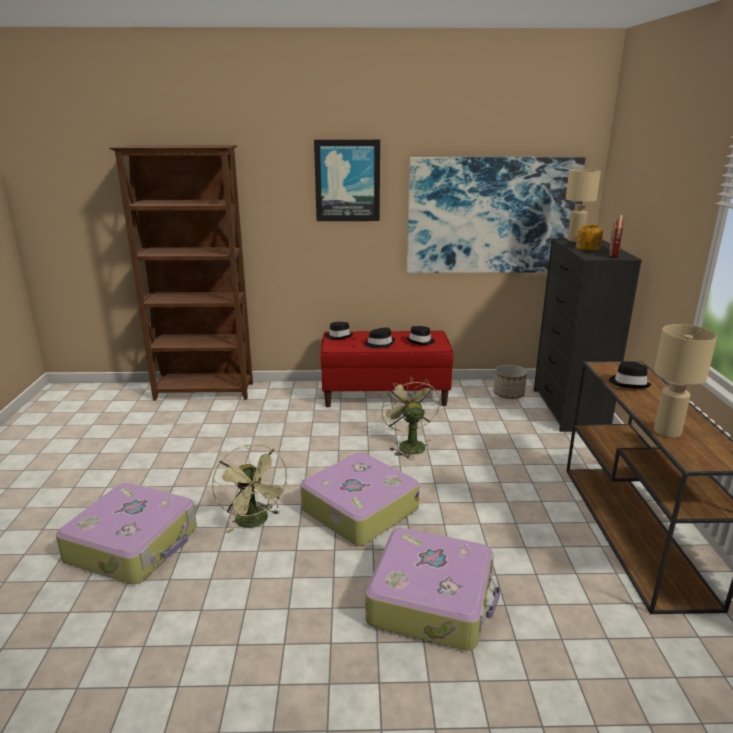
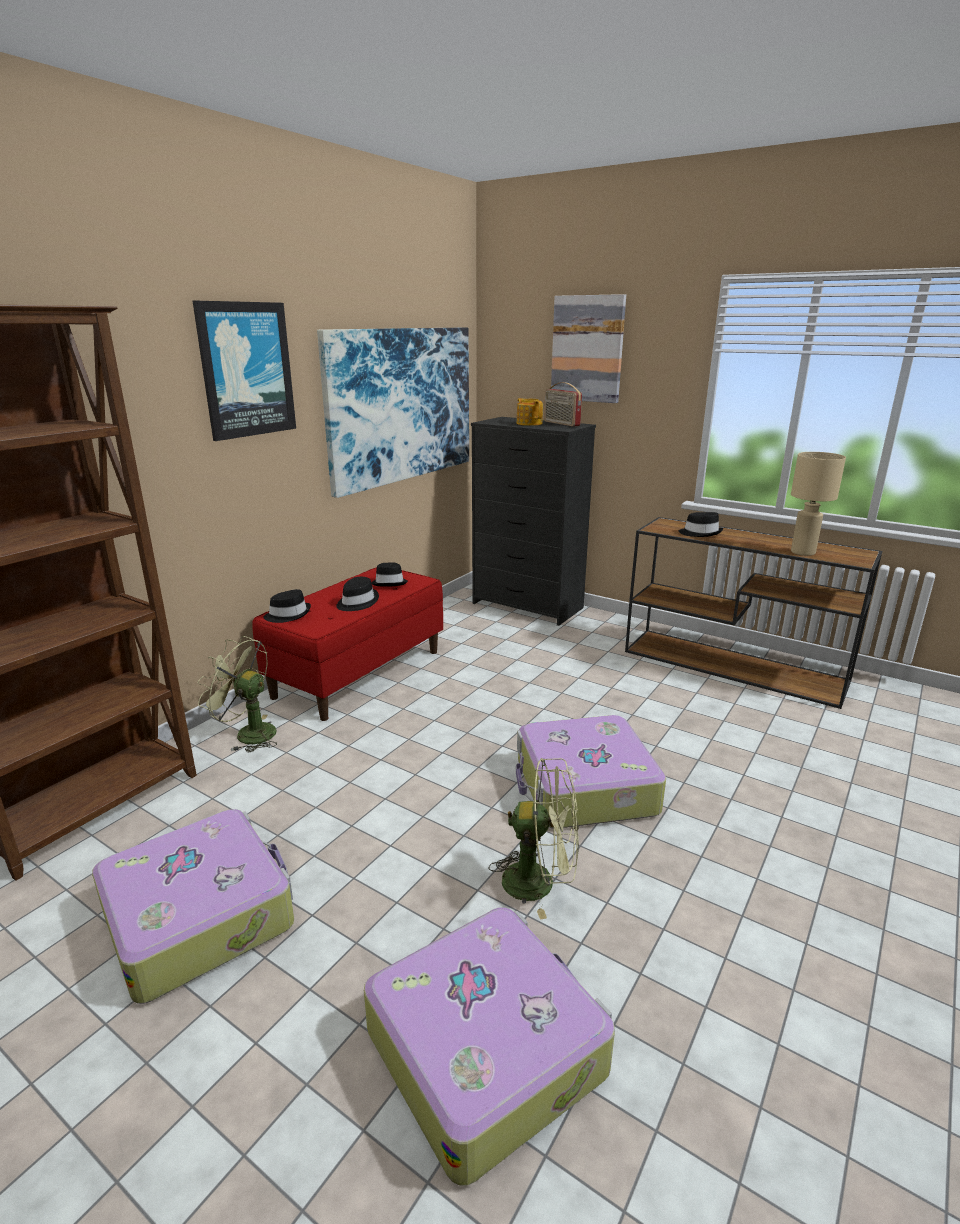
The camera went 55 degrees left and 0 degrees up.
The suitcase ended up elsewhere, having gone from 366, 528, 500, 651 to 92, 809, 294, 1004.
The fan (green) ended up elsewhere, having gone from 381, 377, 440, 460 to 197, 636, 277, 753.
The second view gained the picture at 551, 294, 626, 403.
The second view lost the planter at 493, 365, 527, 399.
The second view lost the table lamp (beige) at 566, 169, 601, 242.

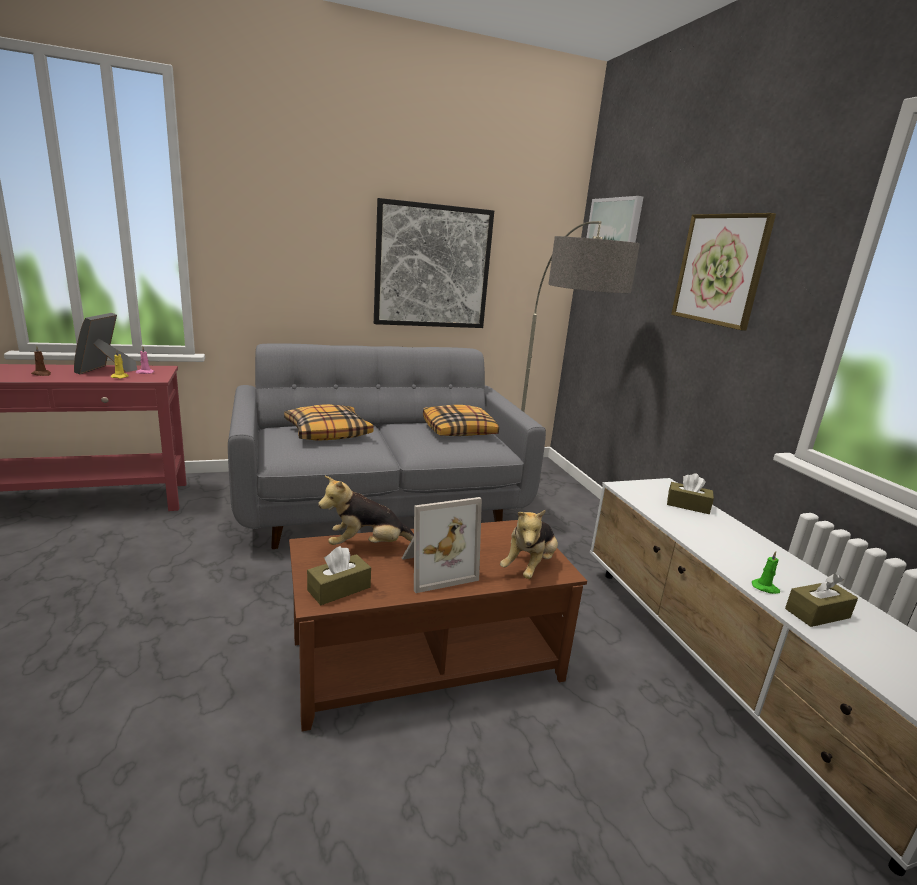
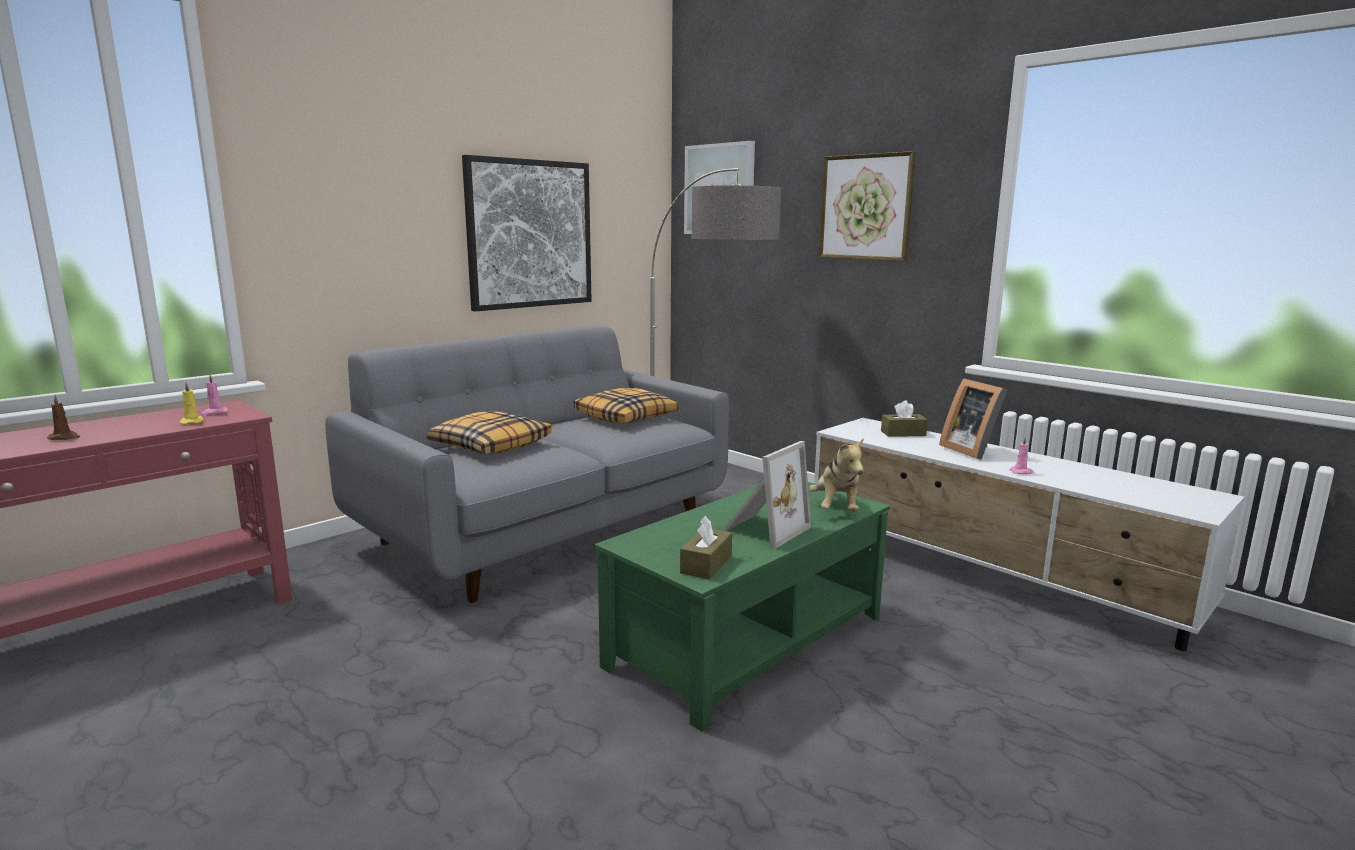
The camera went 25 degrees left and 5 degrees down.
What was the coffee table (brown) at 289, 520, 587, 731 turned into the coffee table (green) at 595, 482, 890, 732.
The picture frame ended up elsewhere, having gone from 74, 313, 137, 375 to 939, 378, 1007, 460.
What was the candle (green) at 752, 551, 780, 594 turned into the candle (pink) at 1009, 436, 1034, 474.
The second view lost the plush toy at 318, 476, 414, 545.
The second view lost the tissue box (brown) at 785, 574, 858, 627.

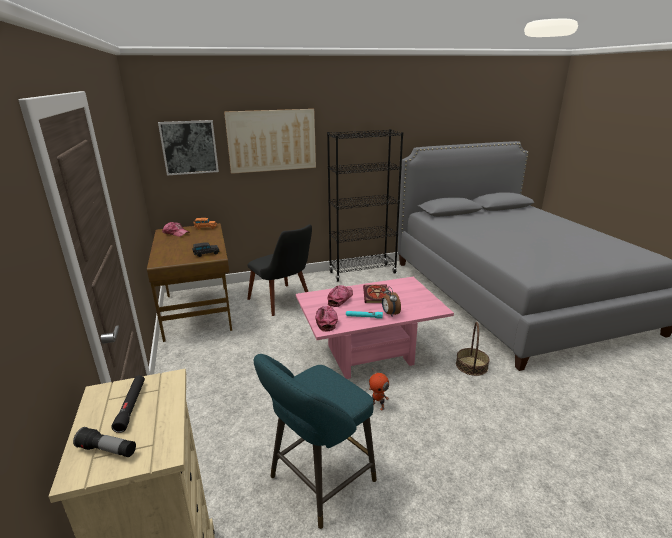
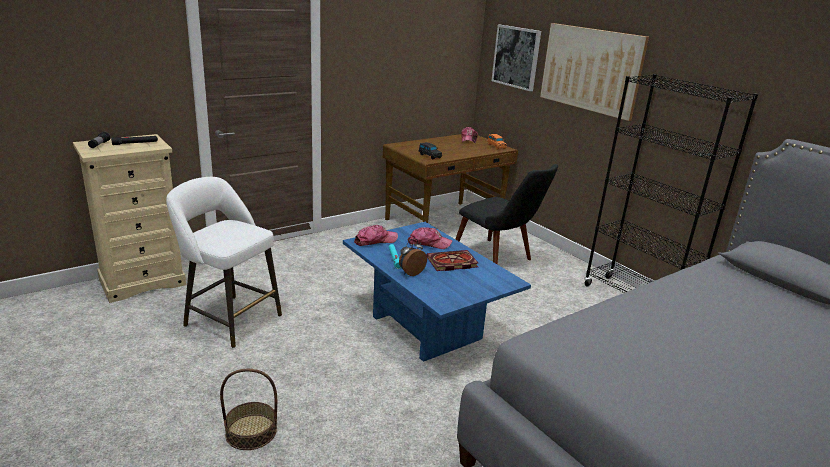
The camera went 70 degrees right and 0 degrees up.
What was the stool (turquoise) at 254, 354, 377, 529 turned into the stool (white) at 166, 177, 282, 348.
The basket ended up elsewhere, having gone from 456, 322, 490, 376 to 220, 369, 277, 450.
What was the coffee table (pink) at 296, 277, 454, 379 turned into the coffee table (blue) at 343, 222, 531, 362.
The chair (black) at 247, 224, 312, 316 ended up facing another way, 75 degrees counterclockwise from before.
The second view lost the toy robot at 369, 368, 389, 411.

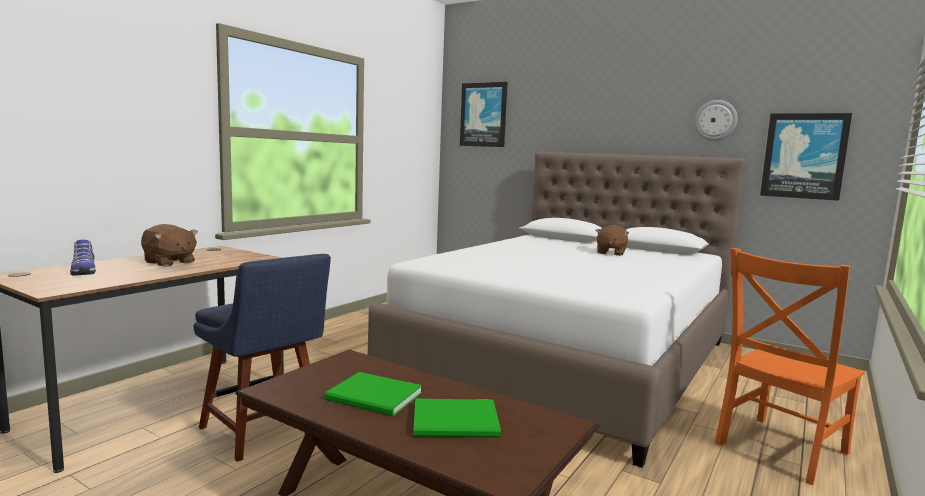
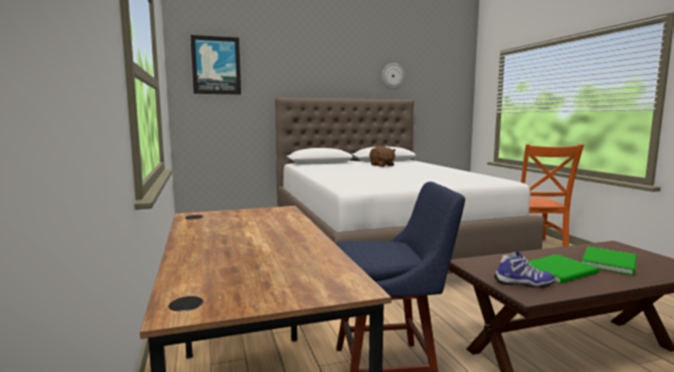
The camera went 50 degrees left and 0 degrees up.
The shoe ended up elsewhere, having gone from 70, 240, 96, 275 to 494, 251, 555, 288.
The second view lost the plush toy (brown) at 141, 224, 198, 267.
The second view lost the picture at 760, 113, 852, 201.

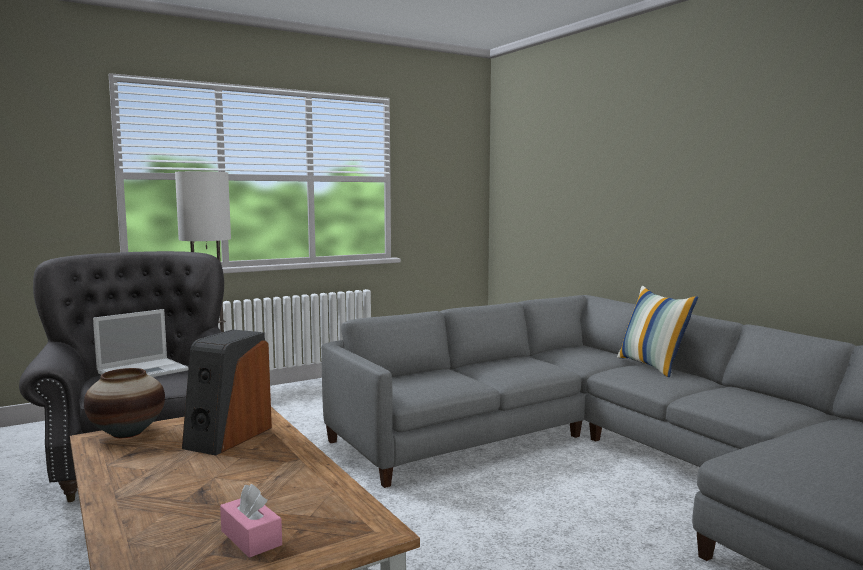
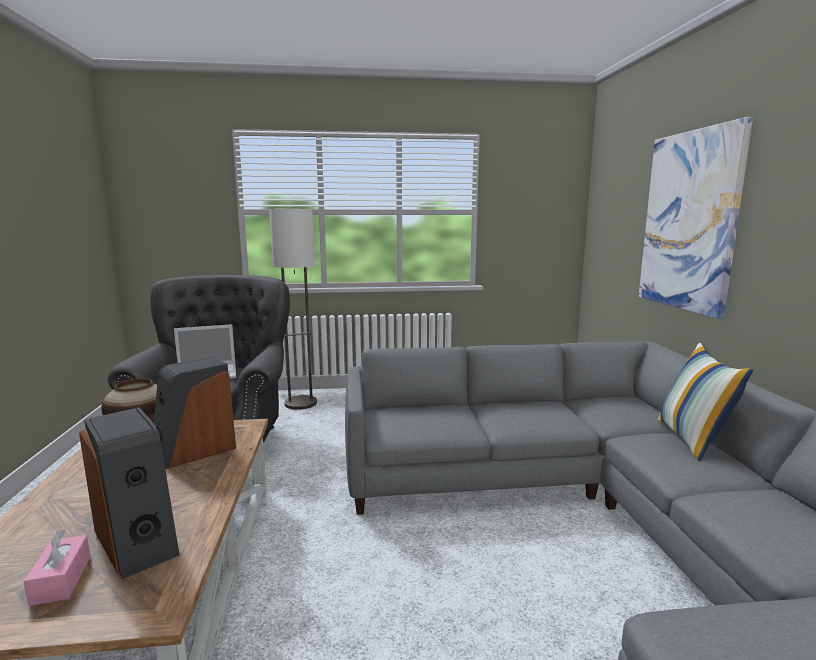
The camera went 25 degrees right and 5 degrees up.
The second view gained the speaker at 79, 407, 180, 579.
The second view gained the picture at 639, 117, 753, 319.

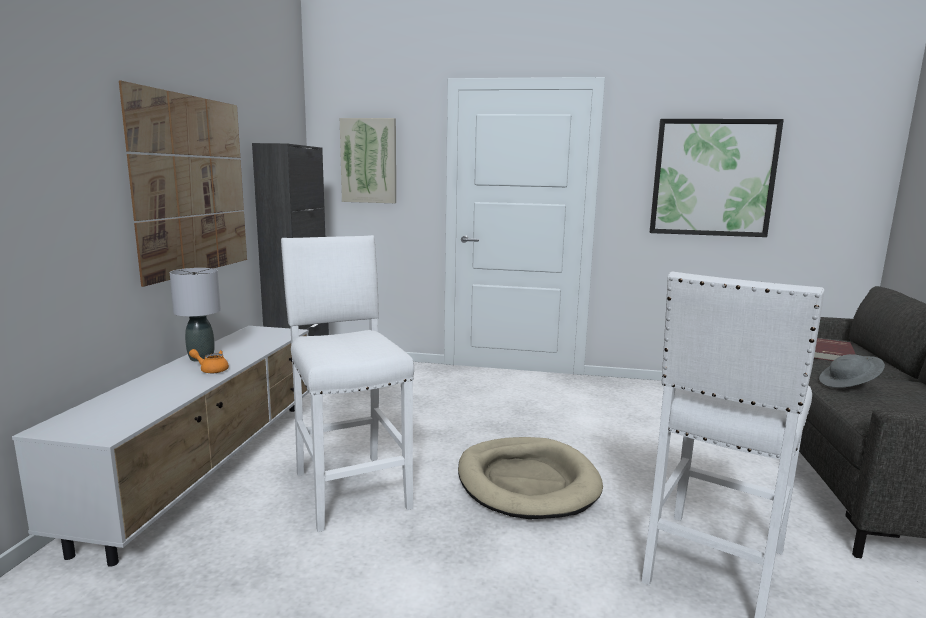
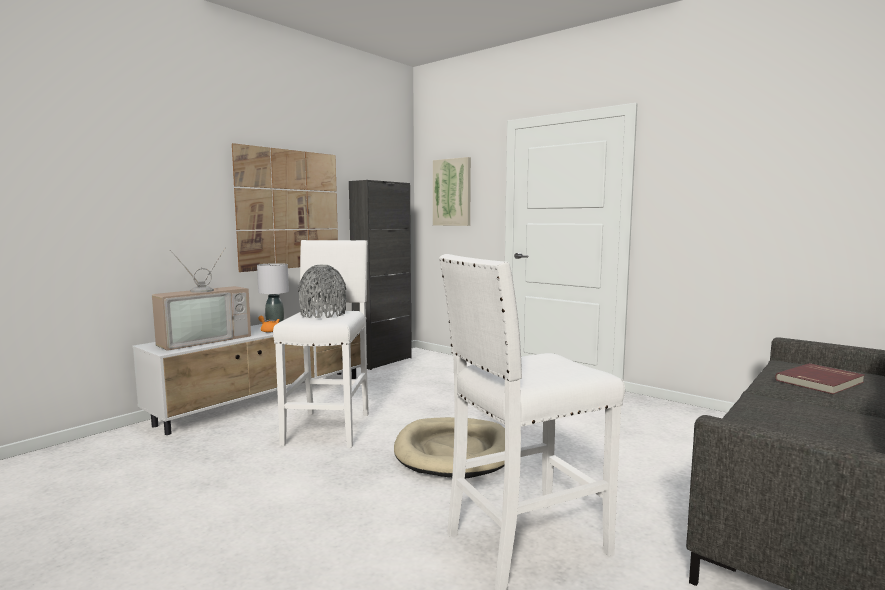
The camera went 30 degrees right and 5 degrees down.
The second view gained the television at 152, 249, 251, 351.
The second view gained the vase (grey) at 298, 265, 346, 318.
The second view lost the picture at 650, 119, 784, 237.
The second view lost the hat (grey) at 819, 354, 885, 388.

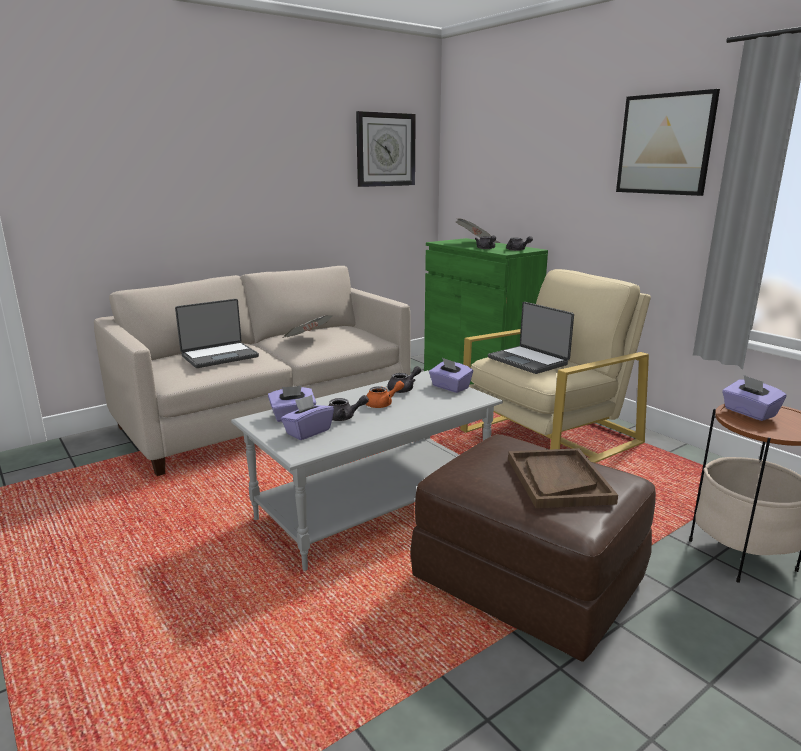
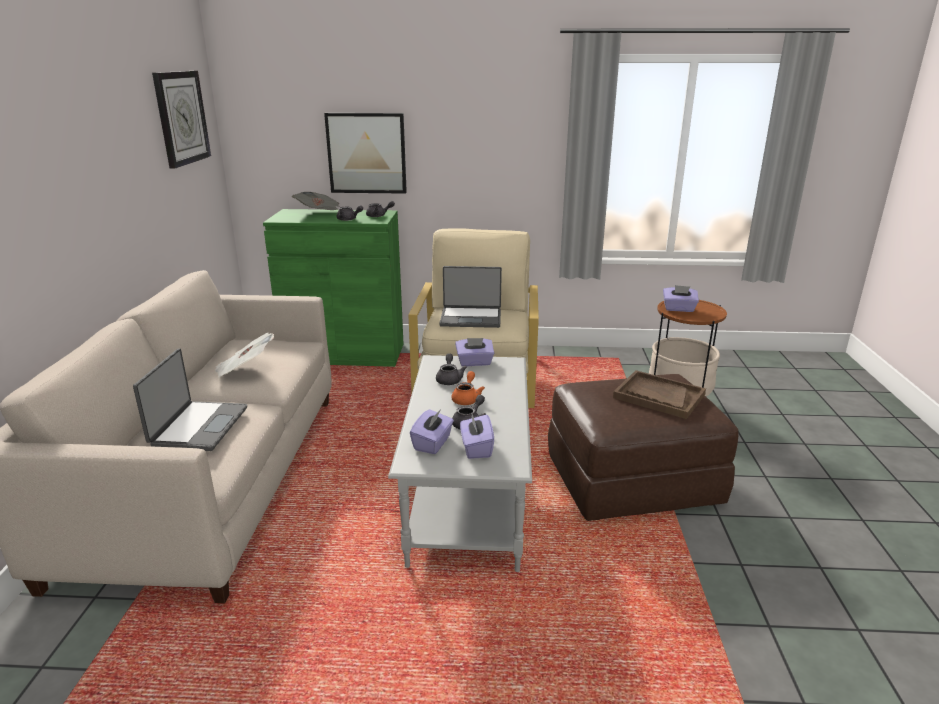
The camera went 50 degrees left and 5 degrees up.
The picture ended up elsewhere, having gone from 616, 89, 720, 196 to 324, 113, 407, 194.

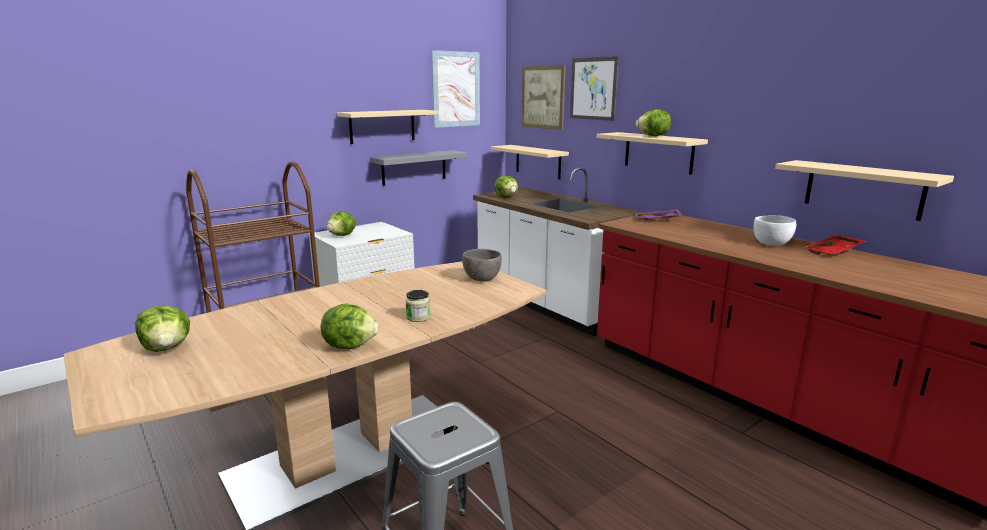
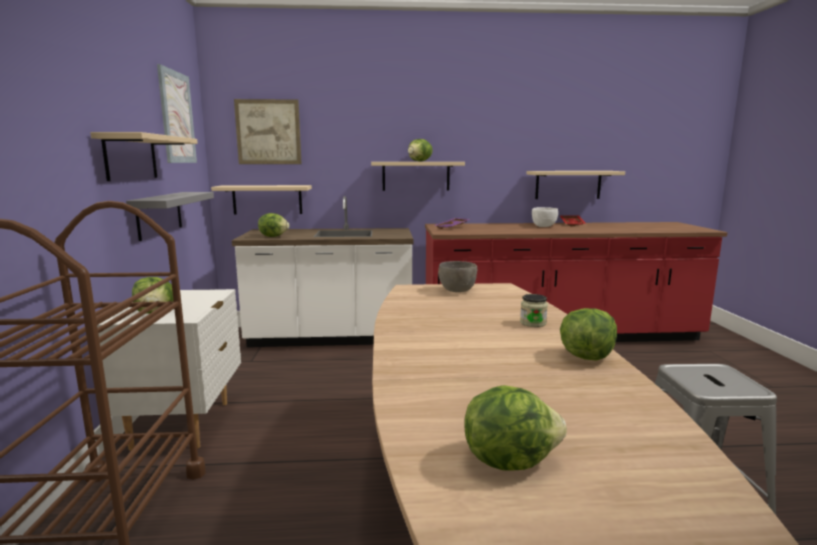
The camera went 55 degrees left and 5 degrees down.
The second view lost the picture at 570, 56, 619, 121.

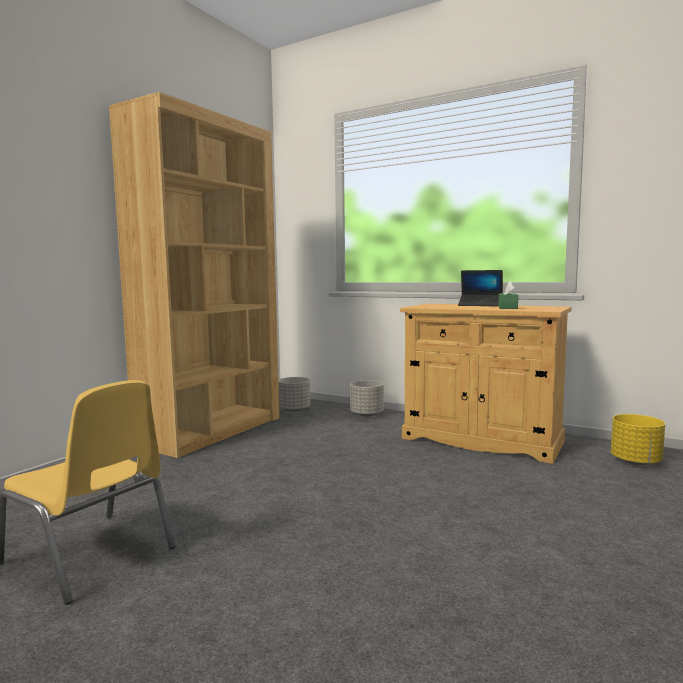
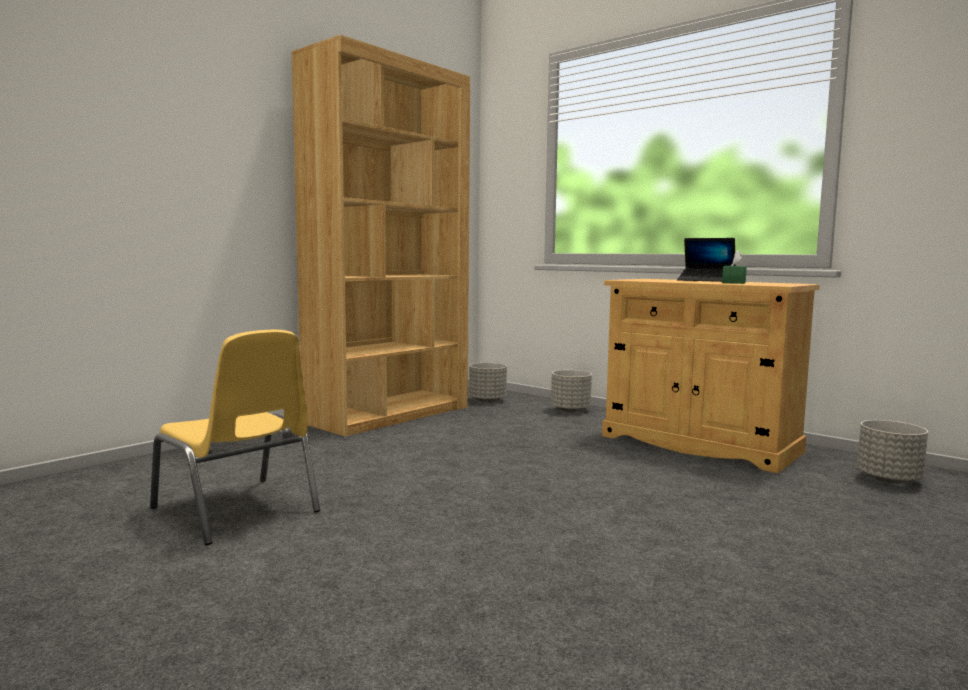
The camera went 10 degrees right and 0 degrees up.
What was the planter (yellow) at 611, 414, 665, 465 turned into the planter (grey) at 857, 420, 928, 484.

